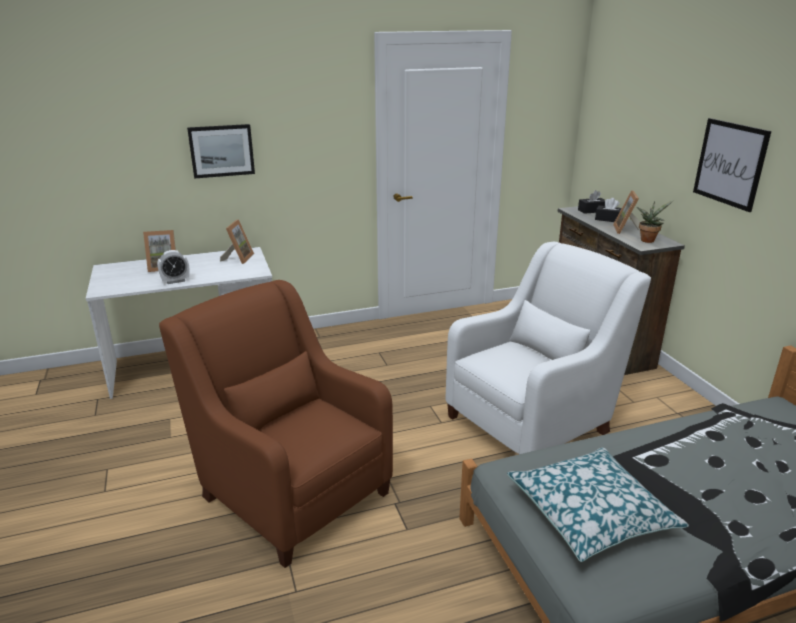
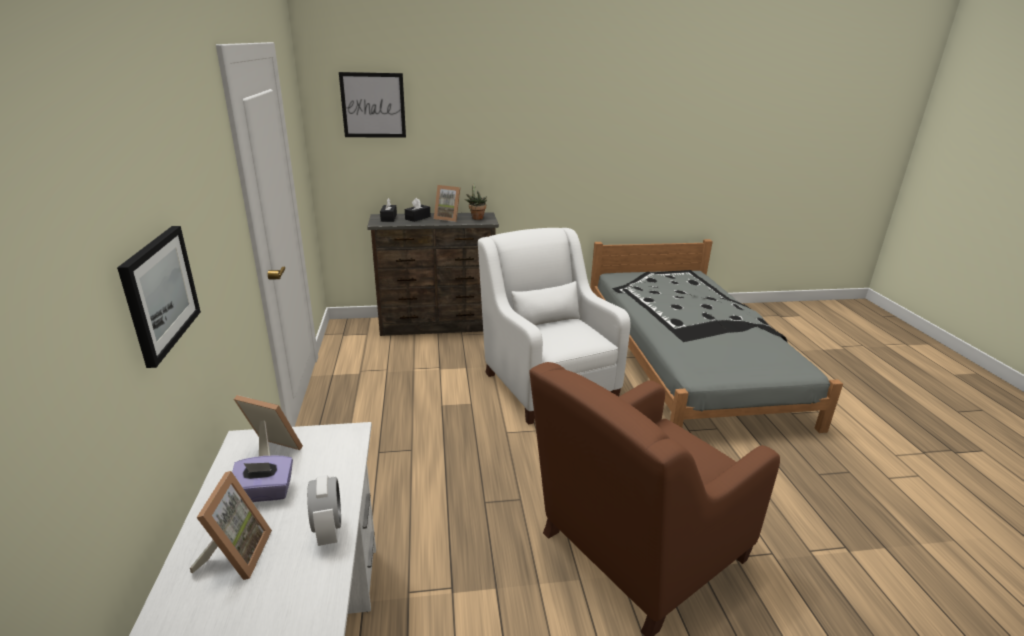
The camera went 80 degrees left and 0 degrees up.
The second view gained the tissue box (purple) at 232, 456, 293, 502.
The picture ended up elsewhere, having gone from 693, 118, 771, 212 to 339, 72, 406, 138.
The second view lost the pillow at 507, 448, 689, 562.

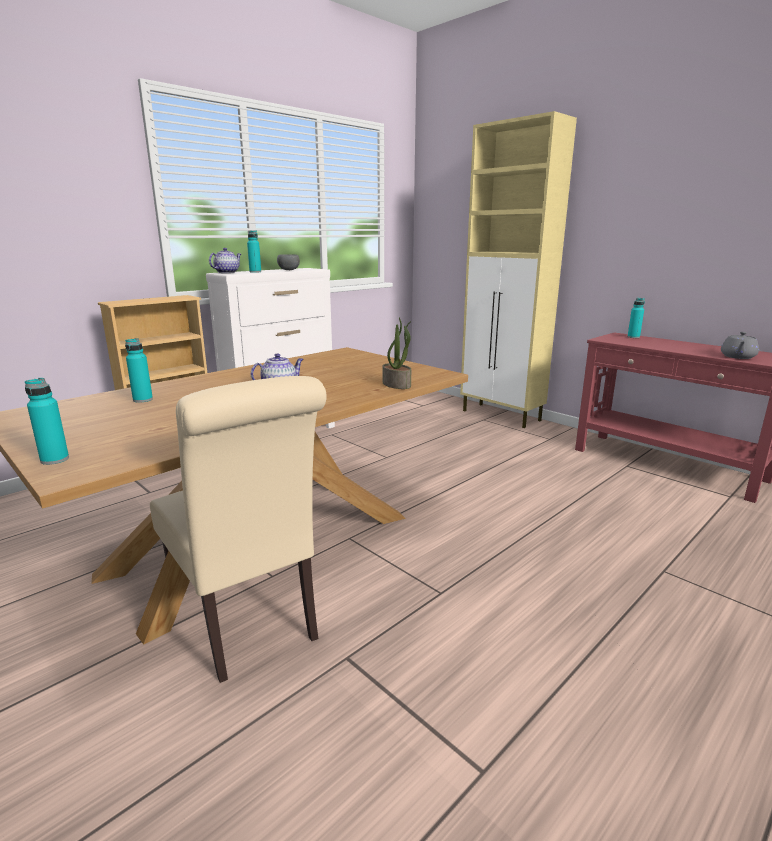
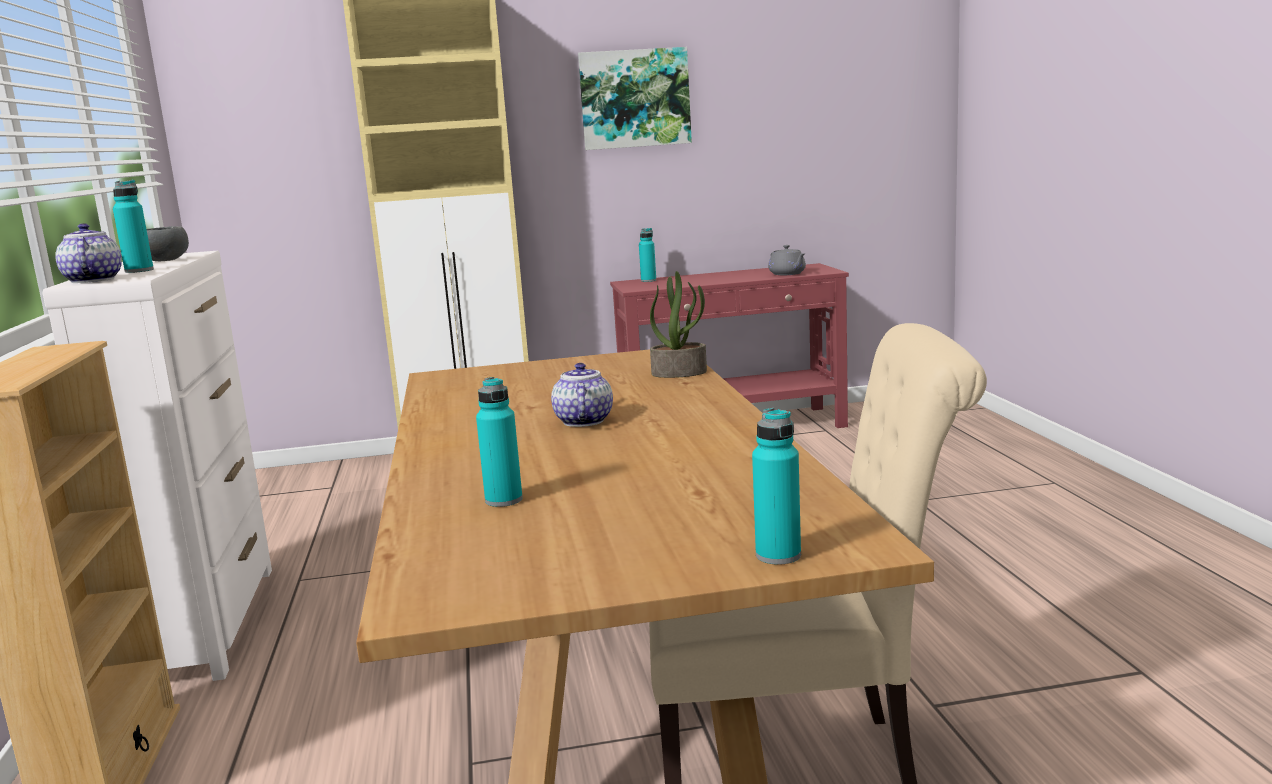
The camera went 55 degrees left and 5 degrees down.
The second view gained the picture at 578, 47, 692, 150.

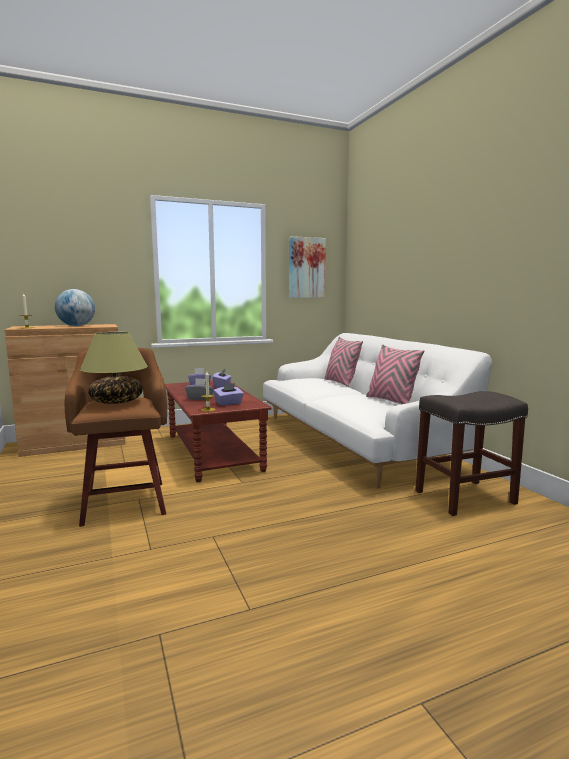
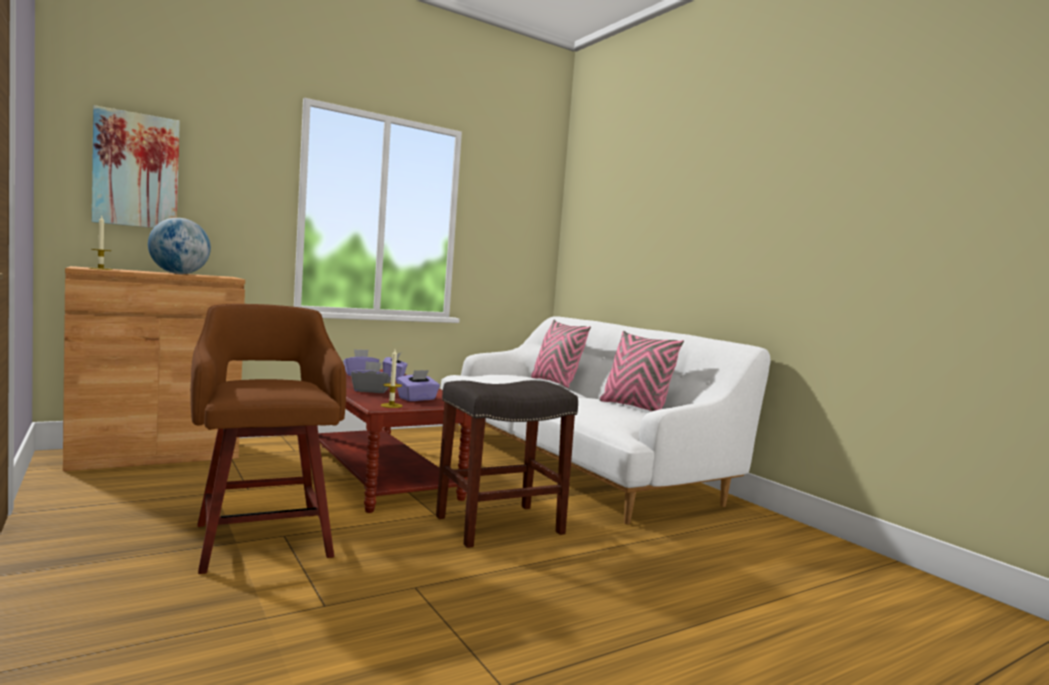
The camera went 10 degrees left and 5 degrees down.
The picture ended up elsewhere, having gone from 289, 236, 326, 298 to 92, 105, 180, 228.
The stool (grey) ended up elsewhere, having gone from 415, 391, 528, 516 to 436, 380, 578, 548.
The second view lost the table lamp at 80, 332, 148, 404.

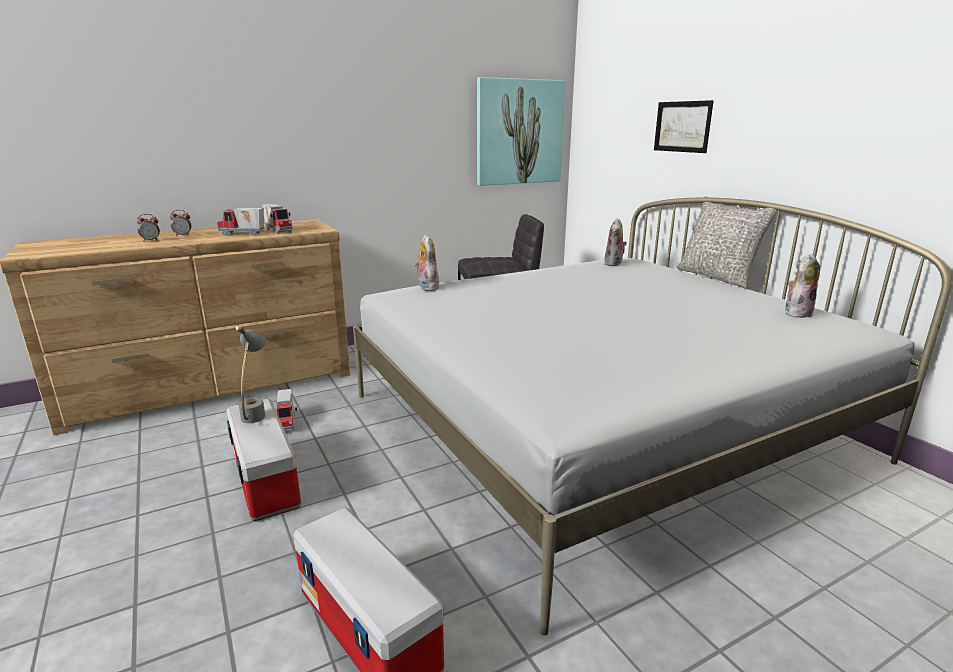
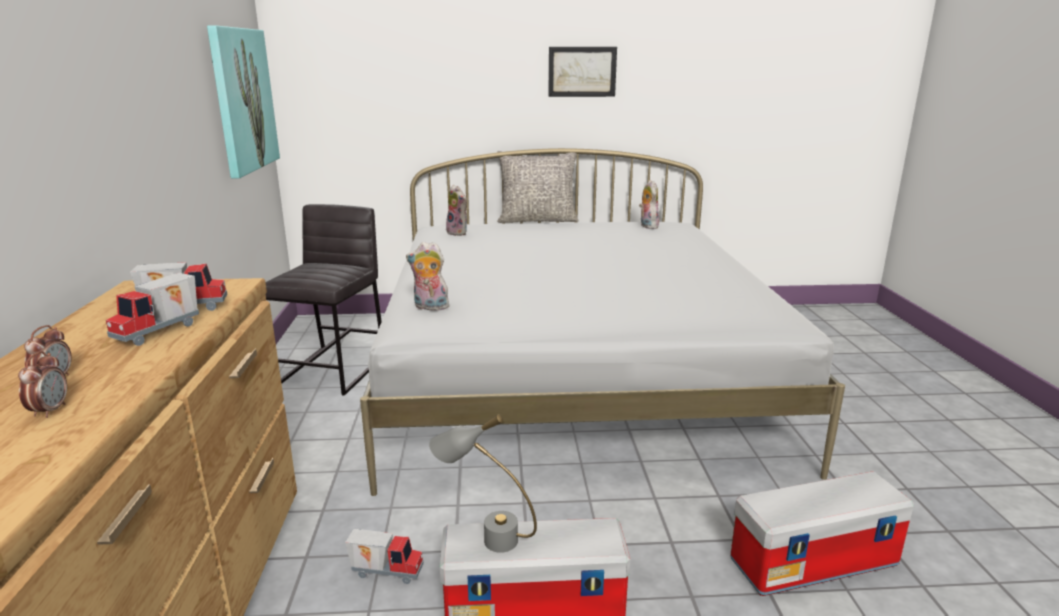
The camera went 65 degrees left and 0 degrees up.
The picture ended up elsewhere, having gone from 654, 100, 714, 153 to 548, 47, 617, 97.

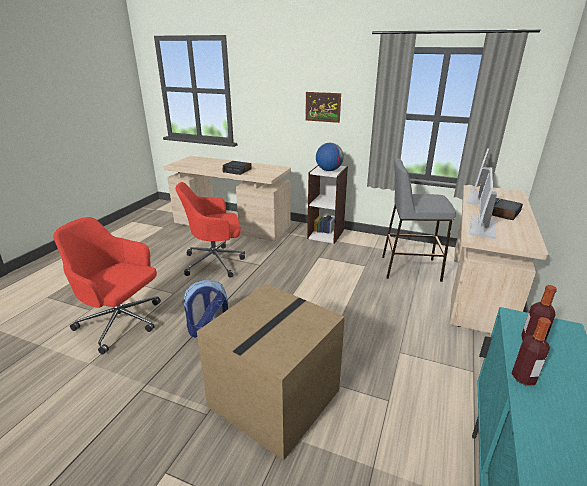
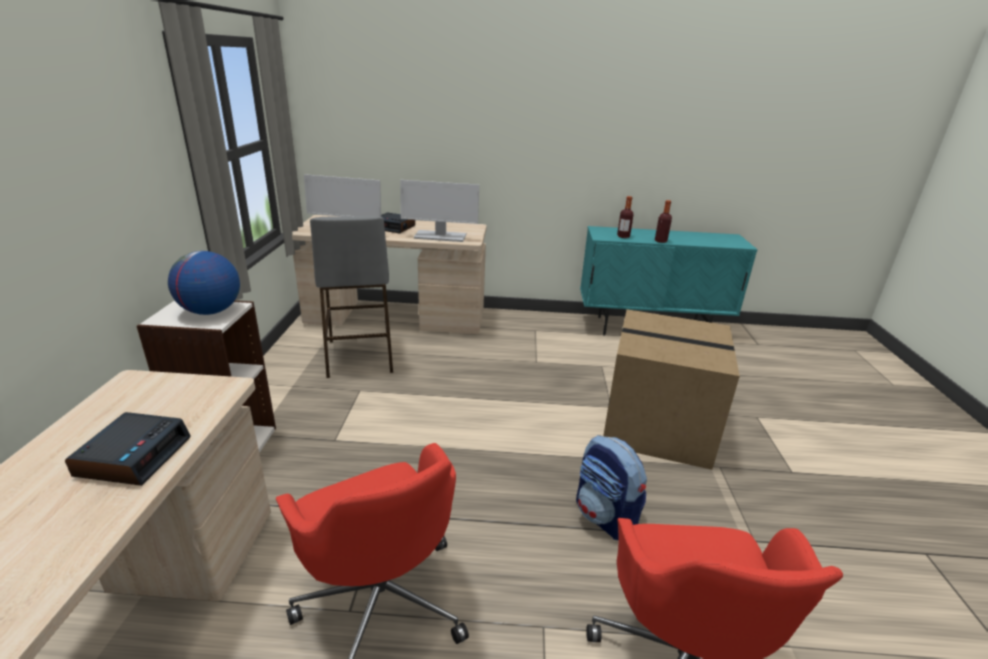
The camera went 110 degrees left and 0 degrees up.
The second view lost the picture at 305, 92, 341, 123.

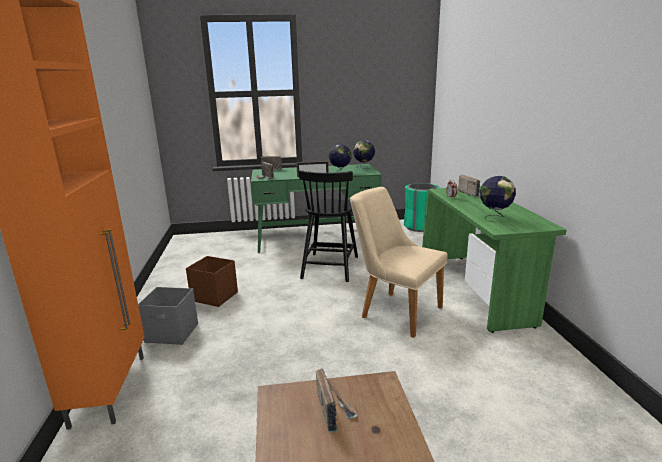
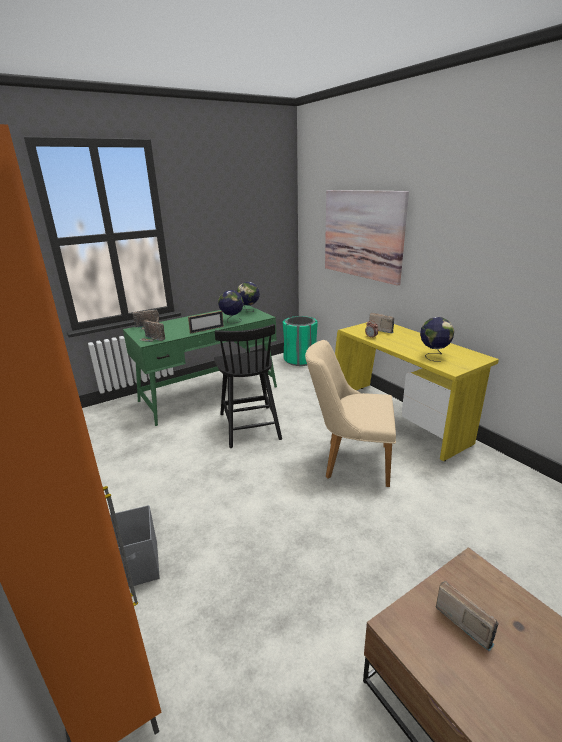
The camera went 25 degrees left and 5 degrees up.
The second view gained the picture at 325, 190, 409, 286.
What was the desk (green) at 422, 186, 566, 333 turned into the desk (yellow) at 335, 322, 499, 461.
The second view lost the storage box (brown) at 186, 256, 238, 307.

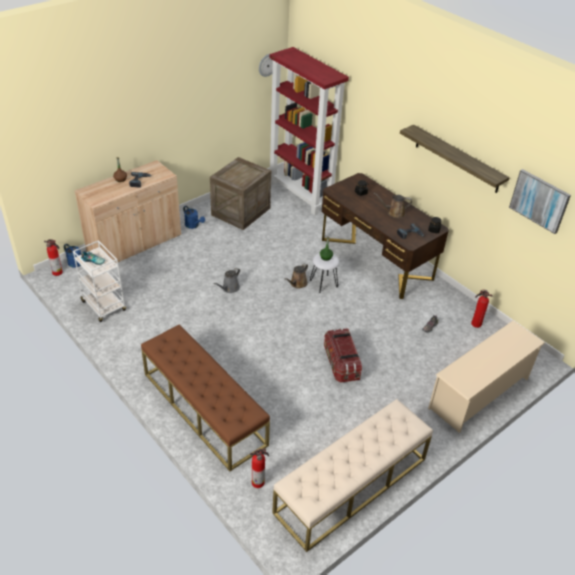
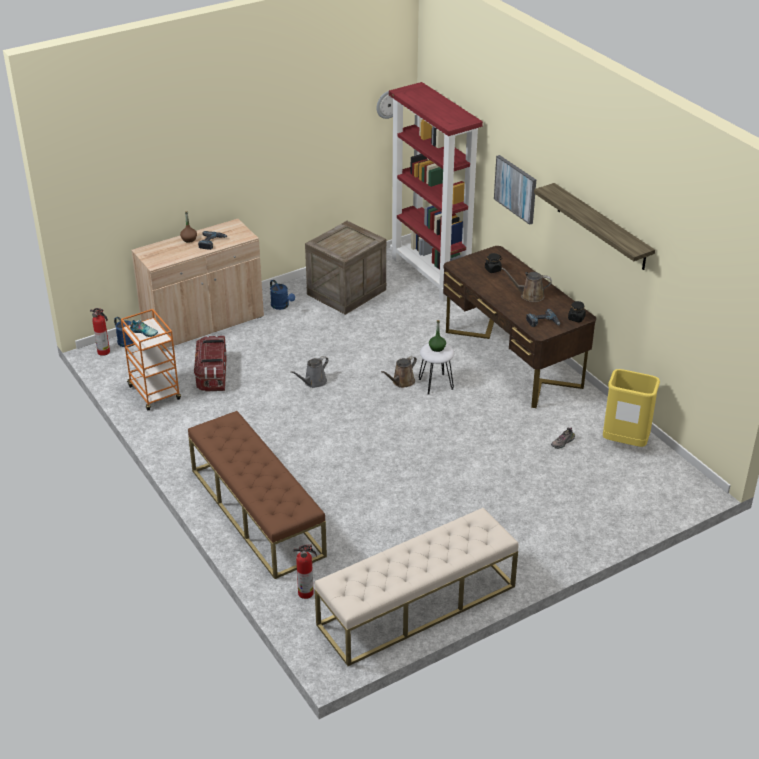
The camera went 10 degrees right and 5 degrees down.
What was the cart (white) at 73, 240, 126, 322 turned into the cart (orange) at 121, 309, 181, 411.
The storage box ended up elsewhere, having gone from 324, 328, 362, 383 to 194, 335, 227, 392.
The picture ended up elsewhere, having gone from 509, 169, 571, 234 to 494, 155, 536, 225.
Where the fire extinguisher stood at 471, 290, 493, 328, the trash can (yellow) came to stand at 603, 369, 660, 447.
The second view lost the shoe rack (beige) at 428, 321, 545, 433.

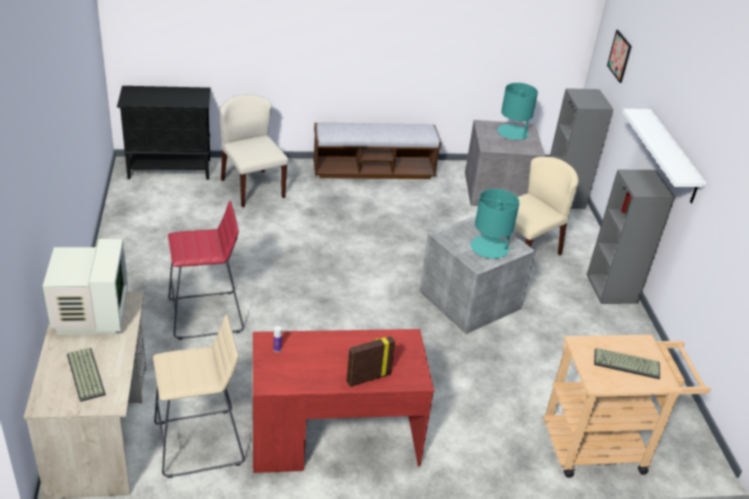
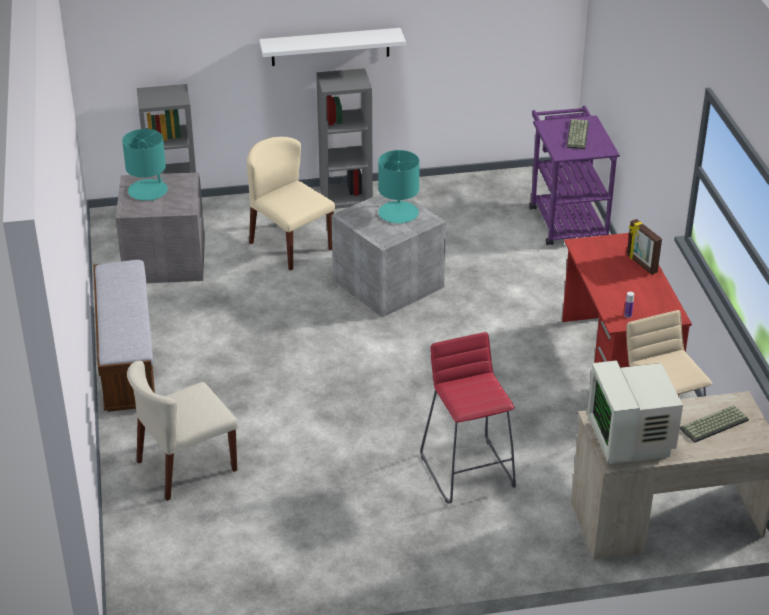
The camera went 90 degrees left and 0 degrees up.
What was the cart (beige) at 543, 335, 711, 478 turned into the cart (purple) at 529, 106, 620, 245.
The monitor at 42, 238, 128, 335 ended up facing another way, 90 degrees counterclockwise from before.
The second view lost the cabinet (black) at 117, 86, 210, 180.
The second view lost the picture at 607, 30, 632, 83.

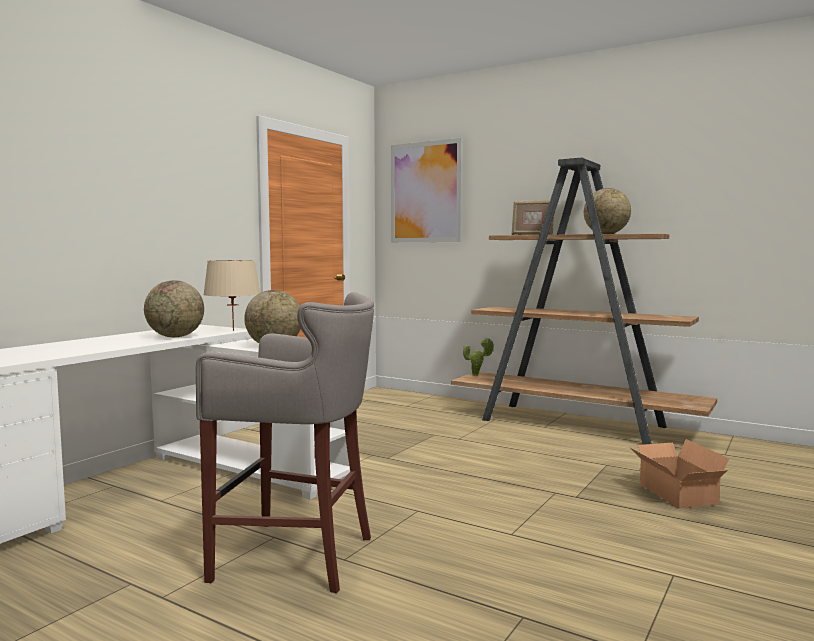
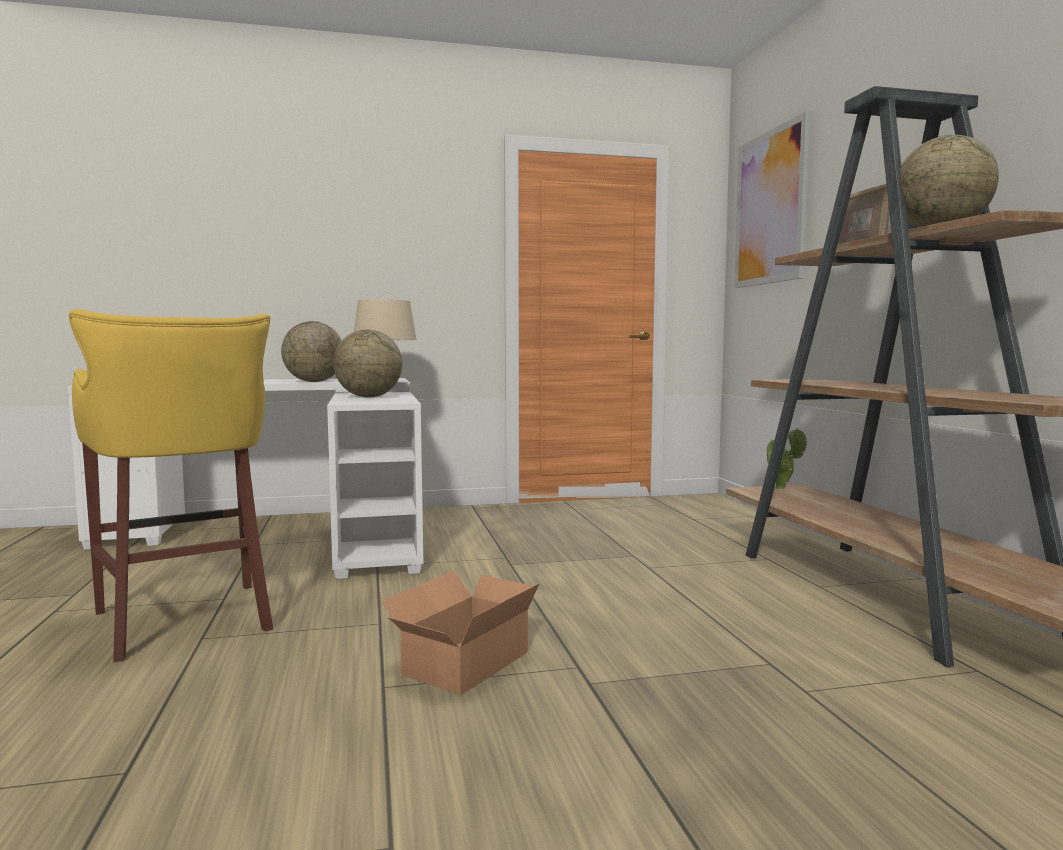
The camera went 45 degrees right and 0 degrees up.
What was the stool (grey) at 196, 292, 374, 594 turned into the stool (yellow) at 69, 309, 273, 662.
The cardboard box ended up elsewhere, having gone from 629, 439, 729, 509 to 381, 571, 540, 695.

